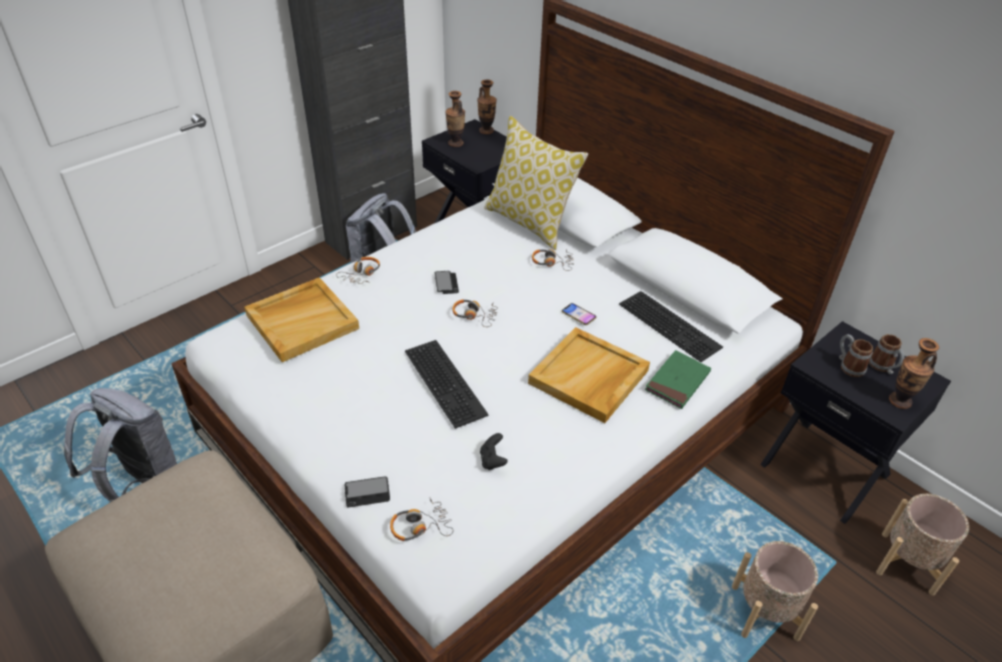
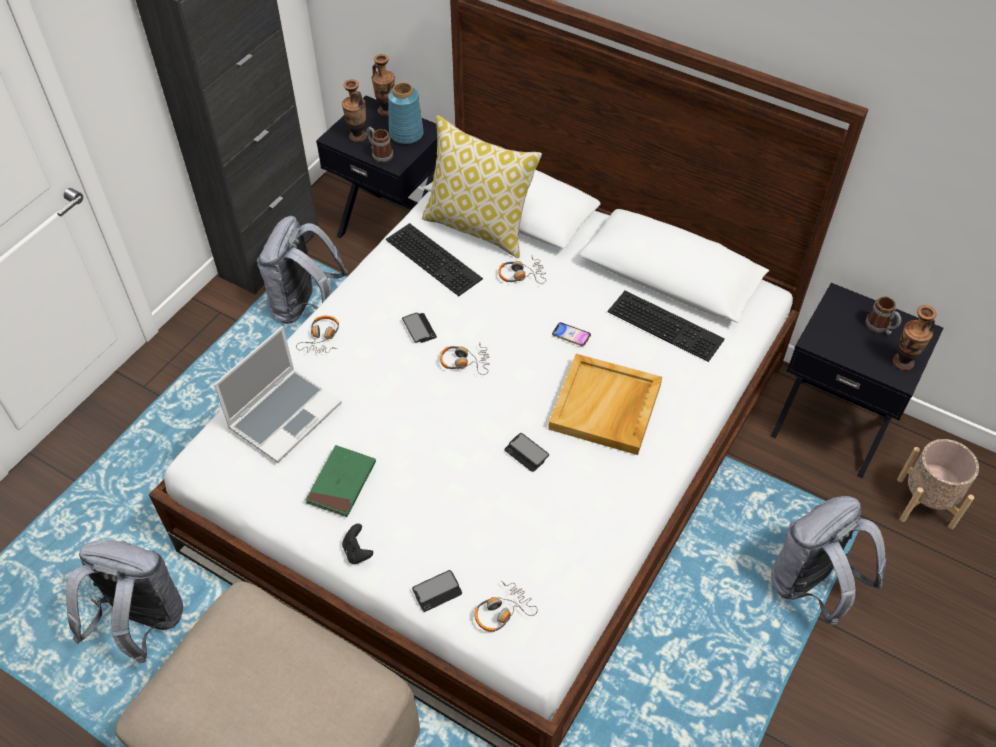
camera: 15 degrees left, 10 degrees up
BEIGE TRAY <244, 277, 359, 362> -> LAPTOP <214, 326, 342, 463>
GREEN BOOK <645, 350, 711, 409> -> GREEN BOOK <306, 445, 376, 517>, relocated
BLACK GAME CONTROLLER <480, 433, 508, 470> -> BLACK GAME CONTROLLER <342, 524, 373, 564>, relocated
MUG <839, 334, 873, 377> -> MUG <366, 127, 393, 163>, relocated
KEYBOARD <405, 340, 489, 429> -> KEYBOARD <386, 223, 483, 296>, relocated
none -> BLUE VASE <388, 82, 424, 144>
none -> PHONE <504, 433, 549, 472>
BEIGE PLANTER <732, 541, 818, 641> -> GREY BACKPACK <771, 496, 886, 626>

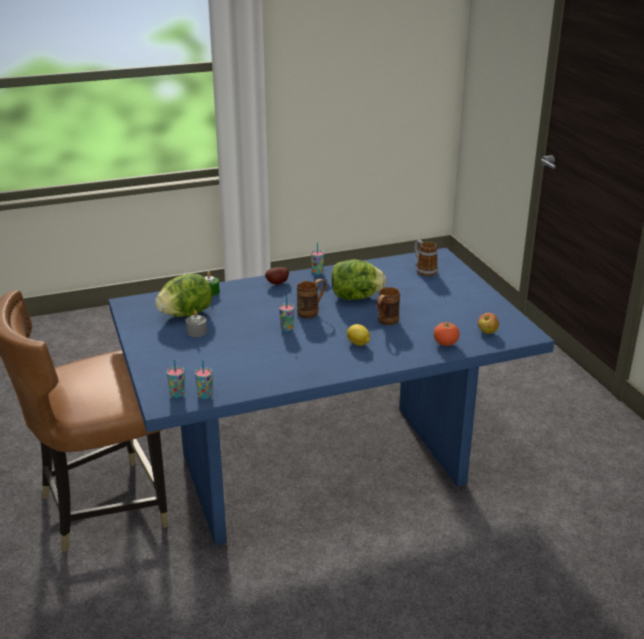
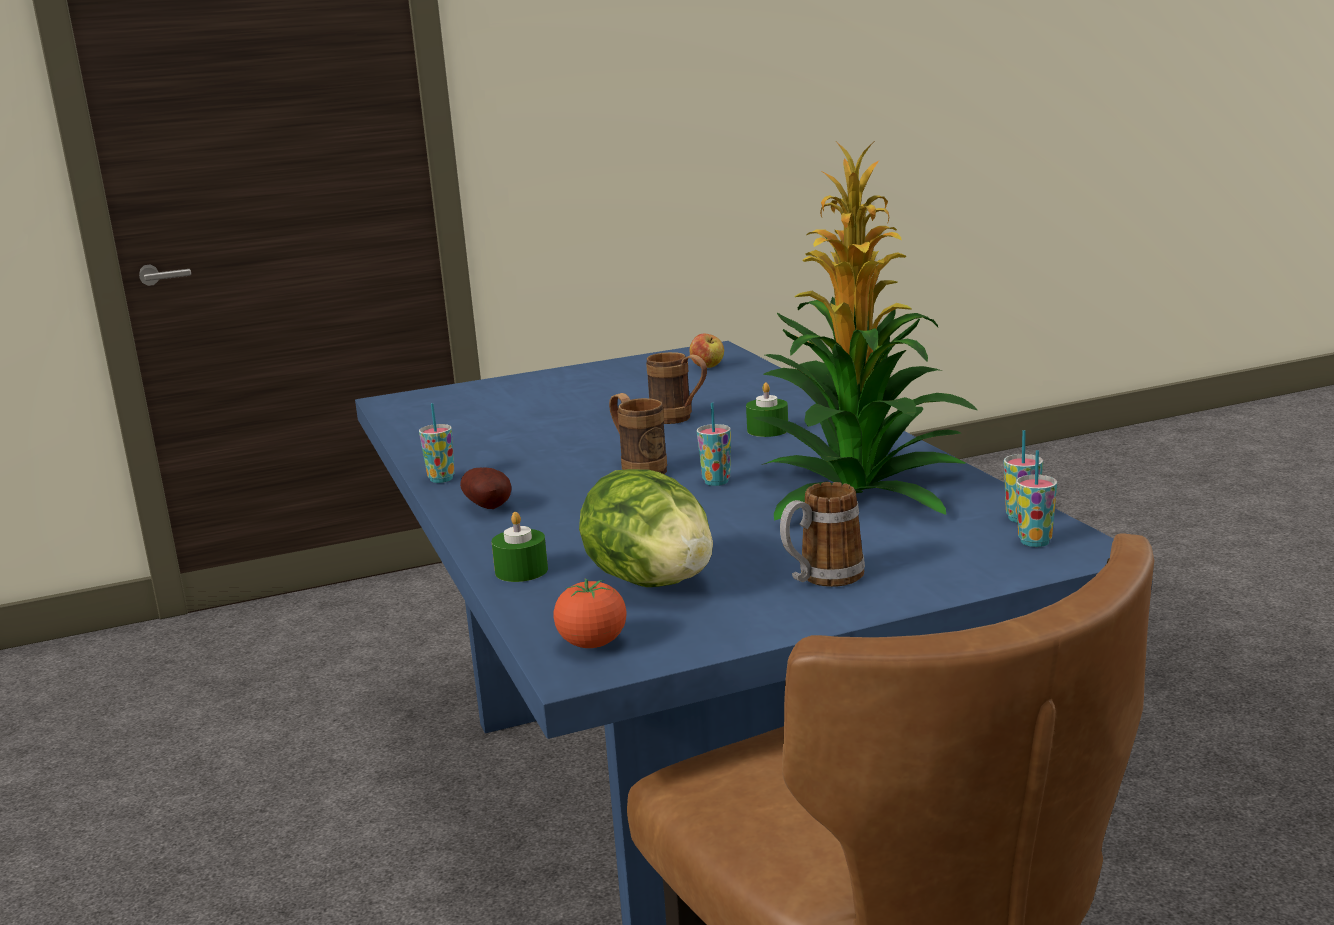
camera: 90 degrees left, 10 degrees down
TOMATO <434, 322, 460, 346> -> TOMATO <553, 578, 627, 648>, relocated
LEMON <347, 324, 370, 346> -> GREEN CANDLE <746, 382, 788, 437>
none -> POTTED PLANT <752, 143, 977, 521>
MUG <414, 240, 438, 276> -> MUG <780, 482, 865, 587>, relocated
GREY CANDLE <185, 310, 207, 337> -> none
LETTUCE <331, 259, 386, 300> -> none

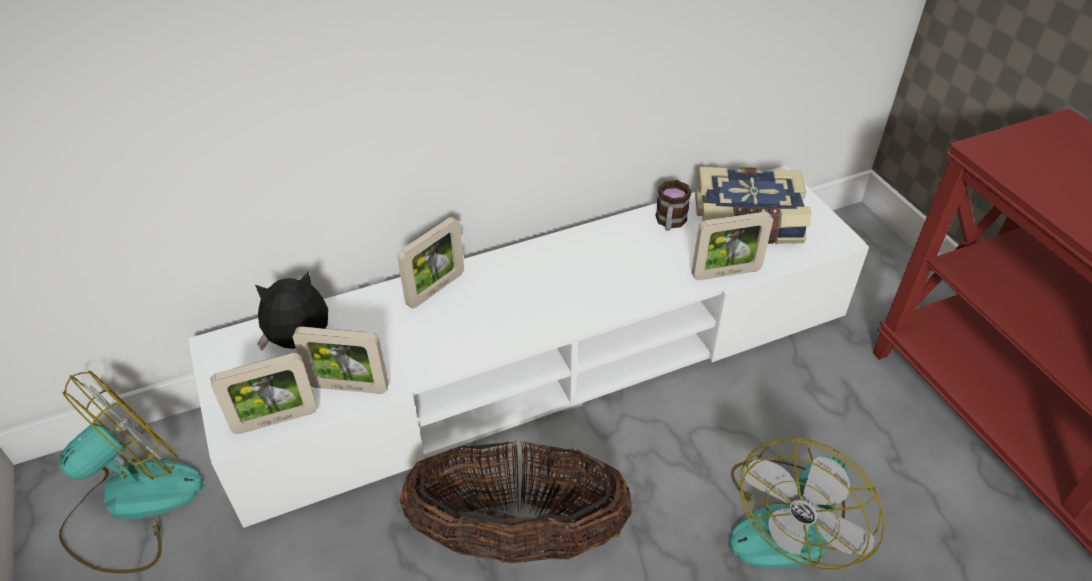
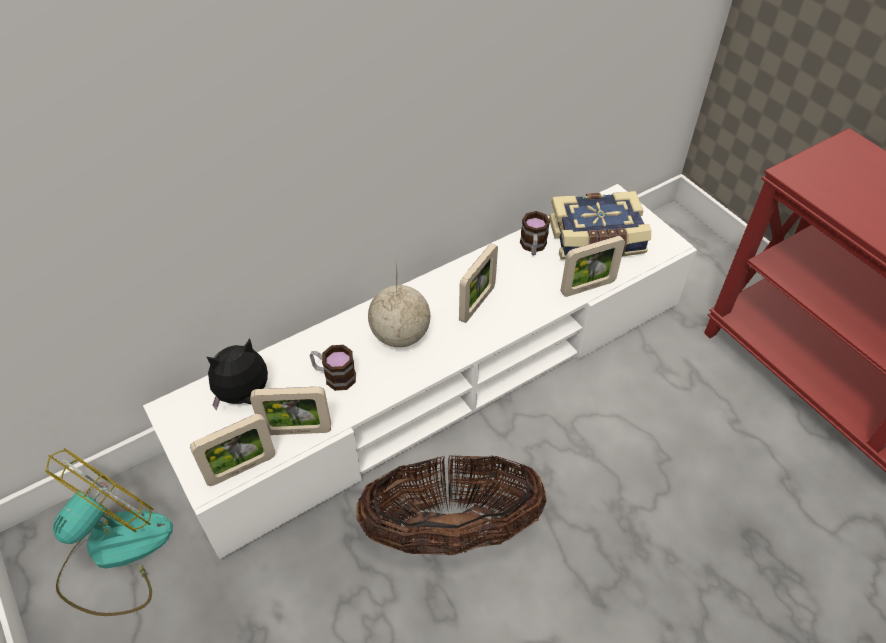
camera: 10 degrees left, 5 degrees up
none -> MUG <310, 345, 356, 391>
none -> GLOBE <368, 263, 430, 347>
PICTURE FRAME <397, 217, 464, 308> -> PICTURE FRAME <459, 244, 498, 323>, relocated
FAN <729, 438, 885, 570> -> none

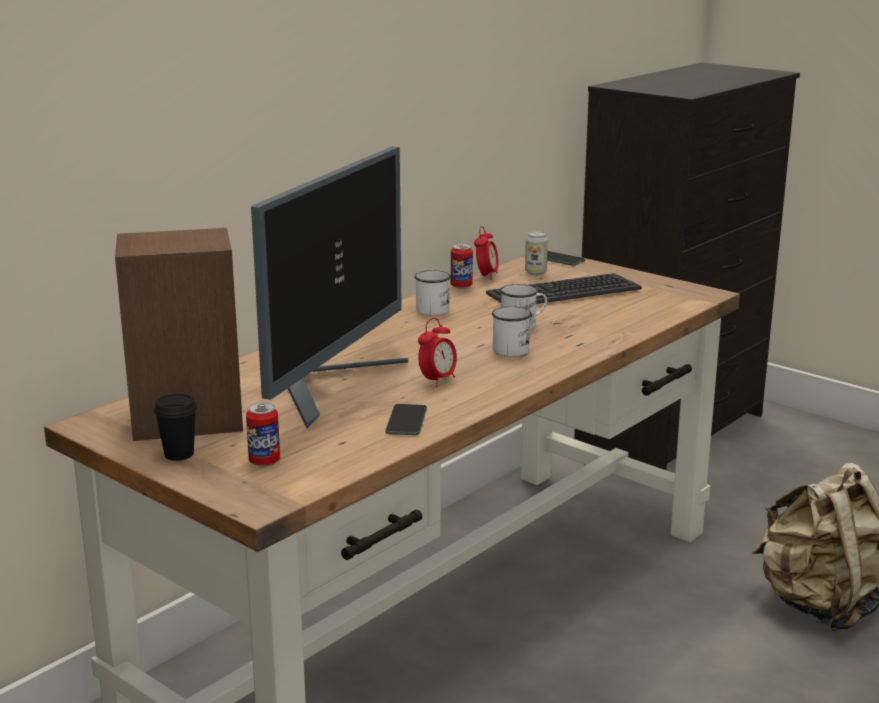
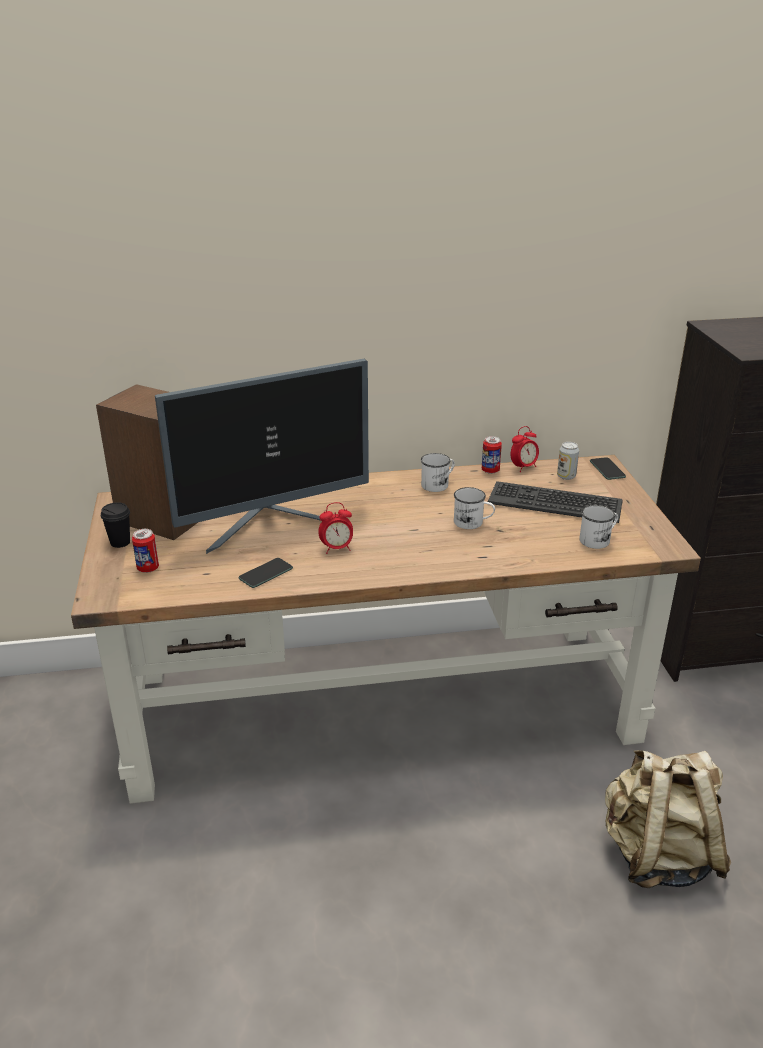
camera: 40 degrees right, 10 degrees up
WHITE MUG <492, 306, 532, 356> -> WHITE MUG <579, 505, 618, 549>, relocated

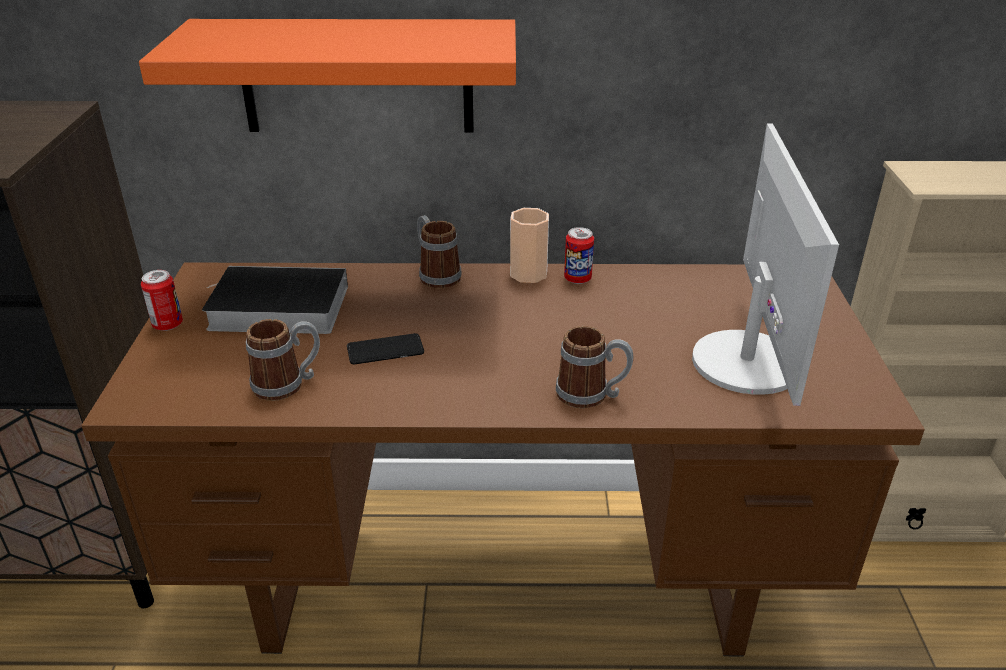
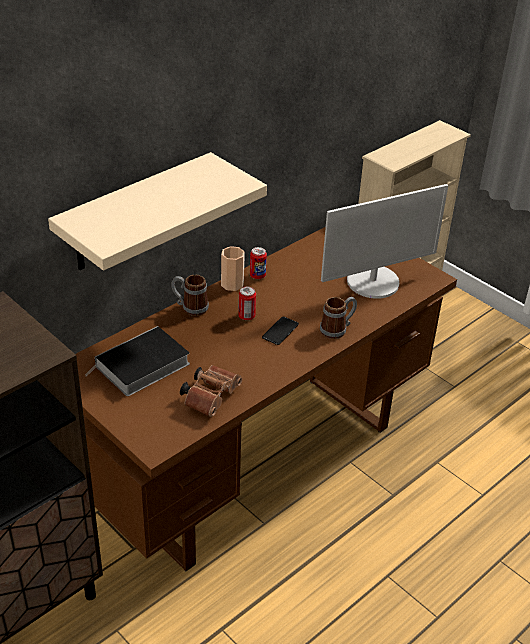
camera: 45 degrees left, 5 degrees up
ORANGE SHELF <139, 19, 516, 132> -> BEIGE SHELF <48, 152, 267, 271>
MUG <246, 319, 320, 401> -> BROWN BINOCULARS <180, 365, 242, 417>
CAN <141, 270, 183, 331> -> CAN <238, 287, 256, 320>, relocated
PHONE <347, 333, 424, 364> -> PHONE <262, 317, 299, 345>, relocated
MONITOR <692, 123, 839, 406> -> MONITOR <321, 184, 448, 299>, 105 degrees clockwise

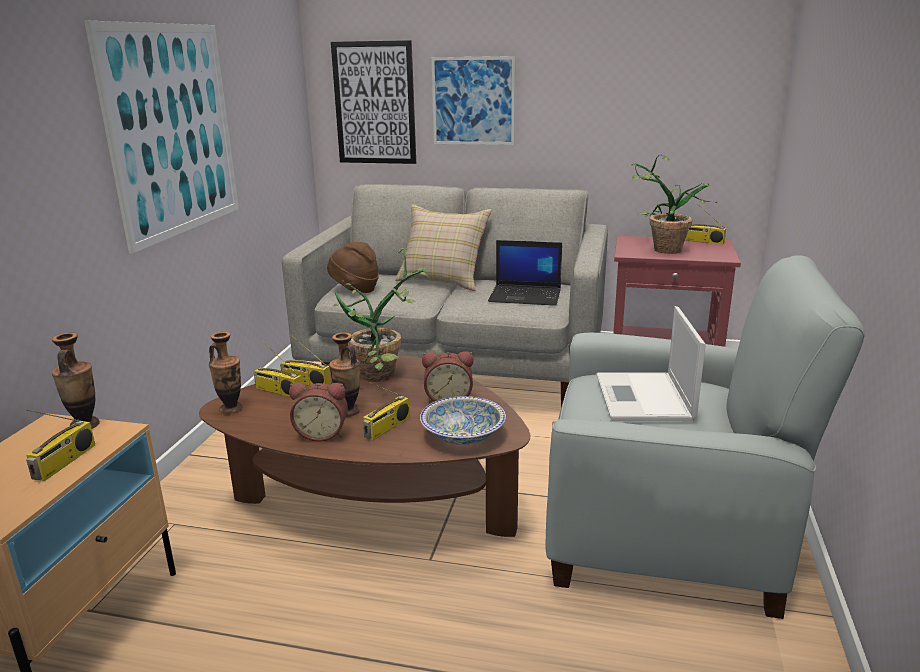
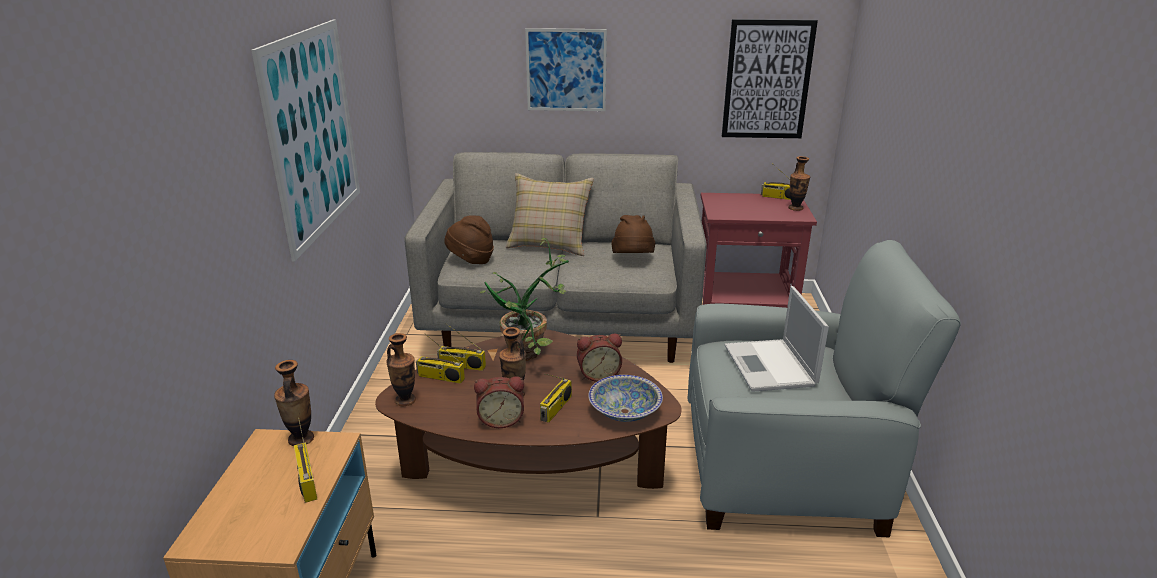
camera: 10 degrees left, 5 degrees up
RADIO <26, 409, 95, 481> -> RADIO <294, 418, 317, 503>, 150 degrees clockwise
LAPTOP <488, 240, 562, 306> -> BROWN HAT <611, 215, 655, 253>
PICTURE <331, 40, 416, 164> -> PICTURE <722, 19, 818, 138>, relocated
none -> VASE <788, 156, 810, 211>
POTTED PLANT <632, 155, 717, 254> -> none

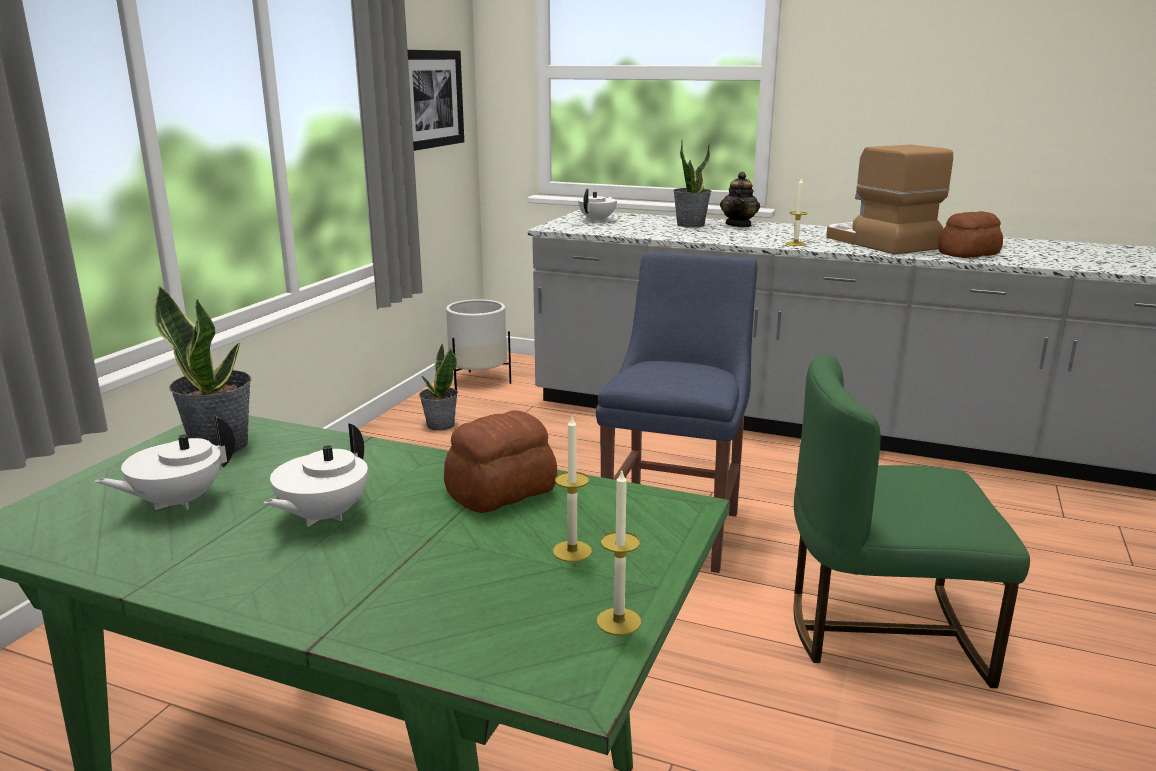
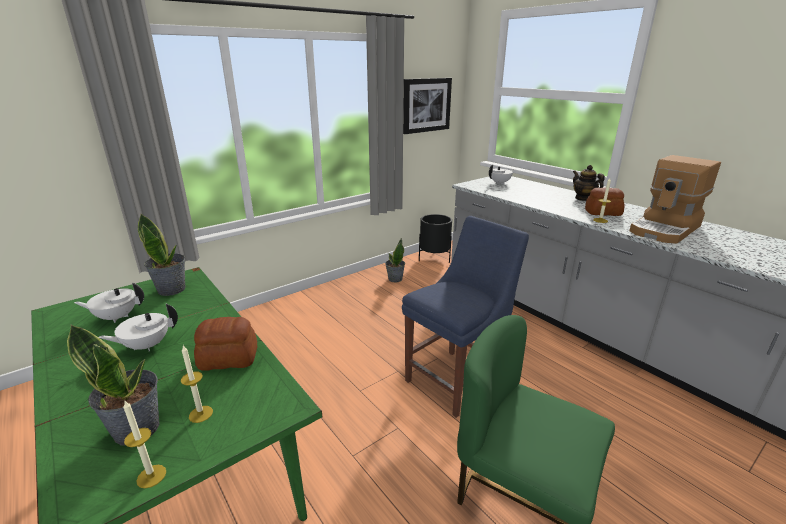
camera: 30 degrees right, 5 degrees up
POTTED PLANT <673, 140, 712, 228> -> POTTED PLANT <67, 325, 160, 445>, relocated
WHITE PLANTER <446, 299, 511, 390> -> BLACK PLANTER <419, 214, 452, 263>
TEAPOT <720, 172, 760, 227> -> TEAPOT <573, 165, 605, 201>, 105 degrees clockwise
BREAD <938, 211, 1003, 258> -> BREAD <585, 187, 625, 216>, relocated
COFFEE MACHINE <826, 145, 953, 255> -> COFFEE MACHINE <629, 155, 721, 244>, 135 degrees counterclockwise

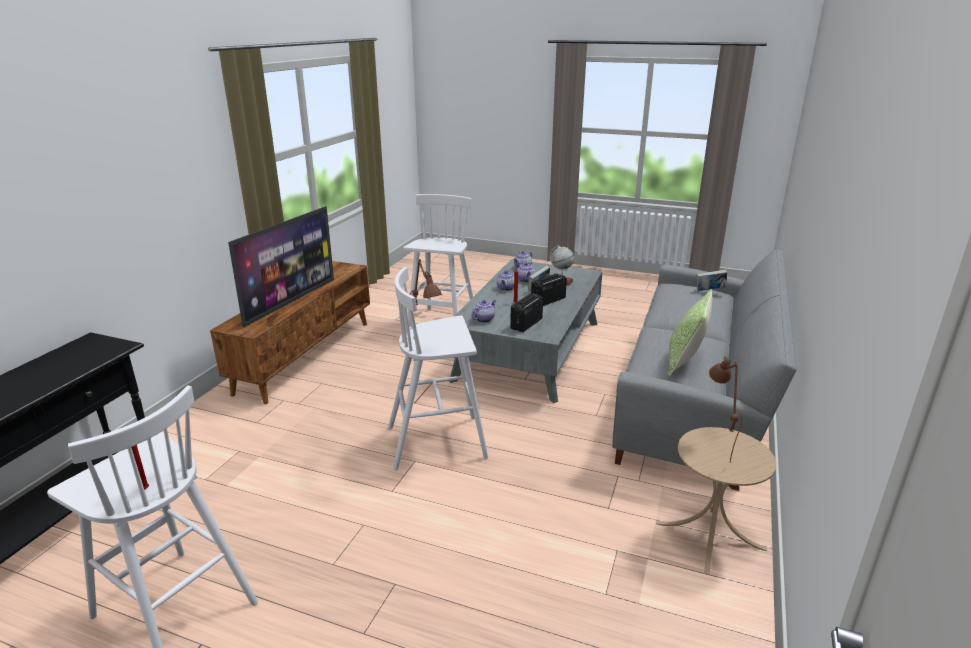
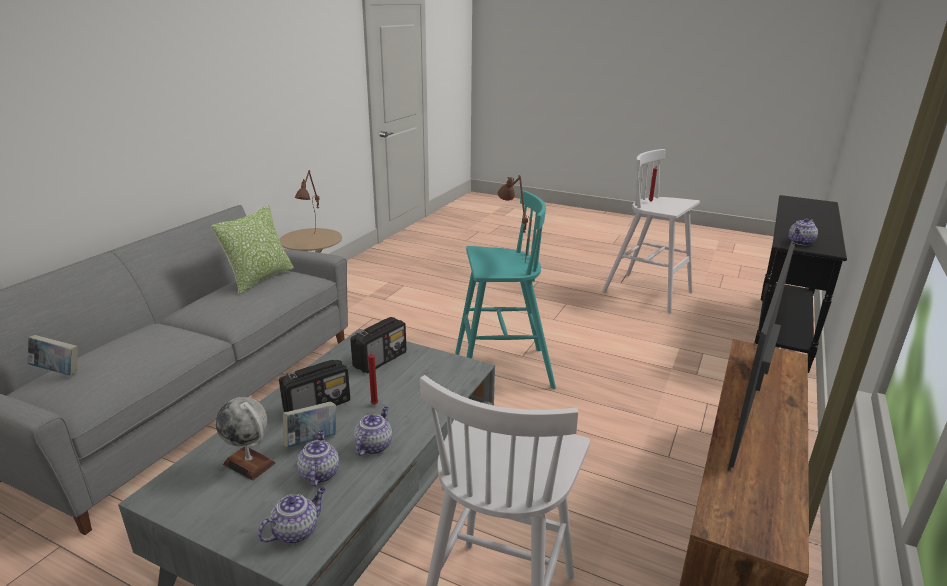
camera: 175 degrees left, 0 degrees up
WHITE STOOL <388, 267, 488, 471> -> TURQUOISE STOOL <455, 190, 556, 389>
TEAPOT <471, 300, 496, 323> -> TEAPOT <789, 218, 818, 245>, relocated

